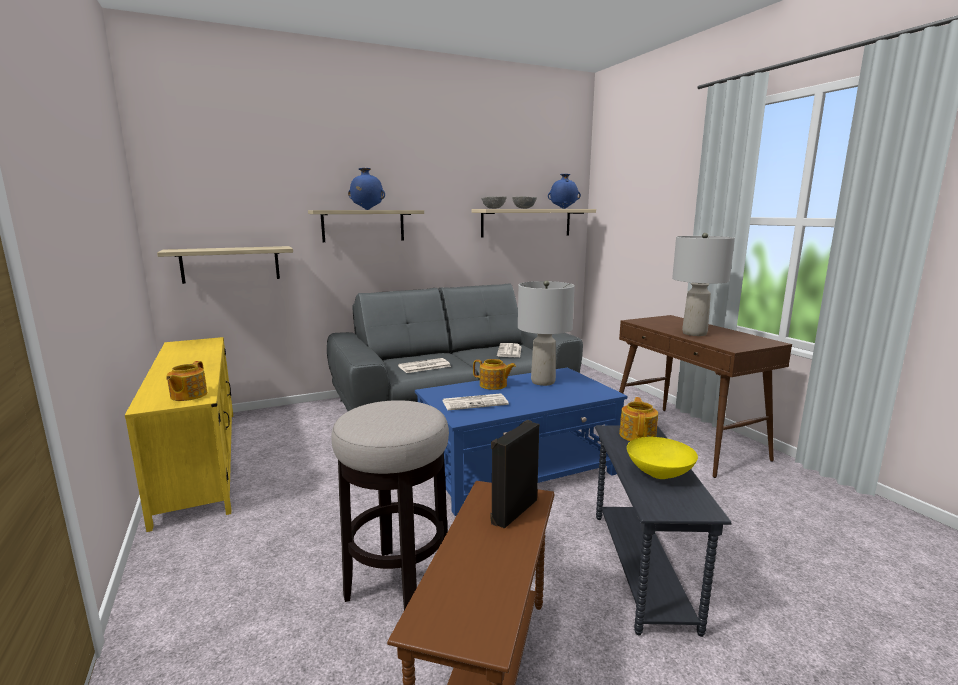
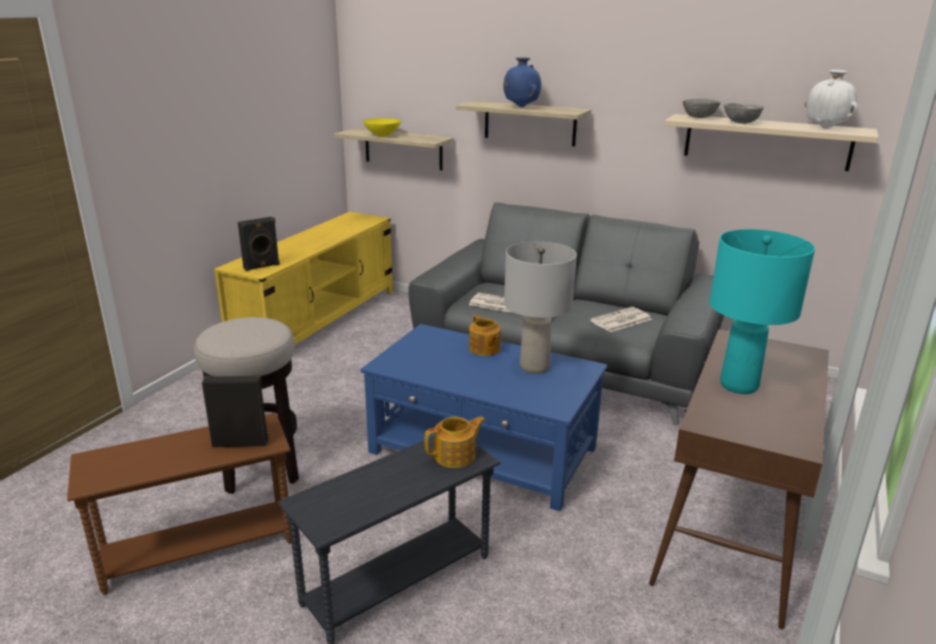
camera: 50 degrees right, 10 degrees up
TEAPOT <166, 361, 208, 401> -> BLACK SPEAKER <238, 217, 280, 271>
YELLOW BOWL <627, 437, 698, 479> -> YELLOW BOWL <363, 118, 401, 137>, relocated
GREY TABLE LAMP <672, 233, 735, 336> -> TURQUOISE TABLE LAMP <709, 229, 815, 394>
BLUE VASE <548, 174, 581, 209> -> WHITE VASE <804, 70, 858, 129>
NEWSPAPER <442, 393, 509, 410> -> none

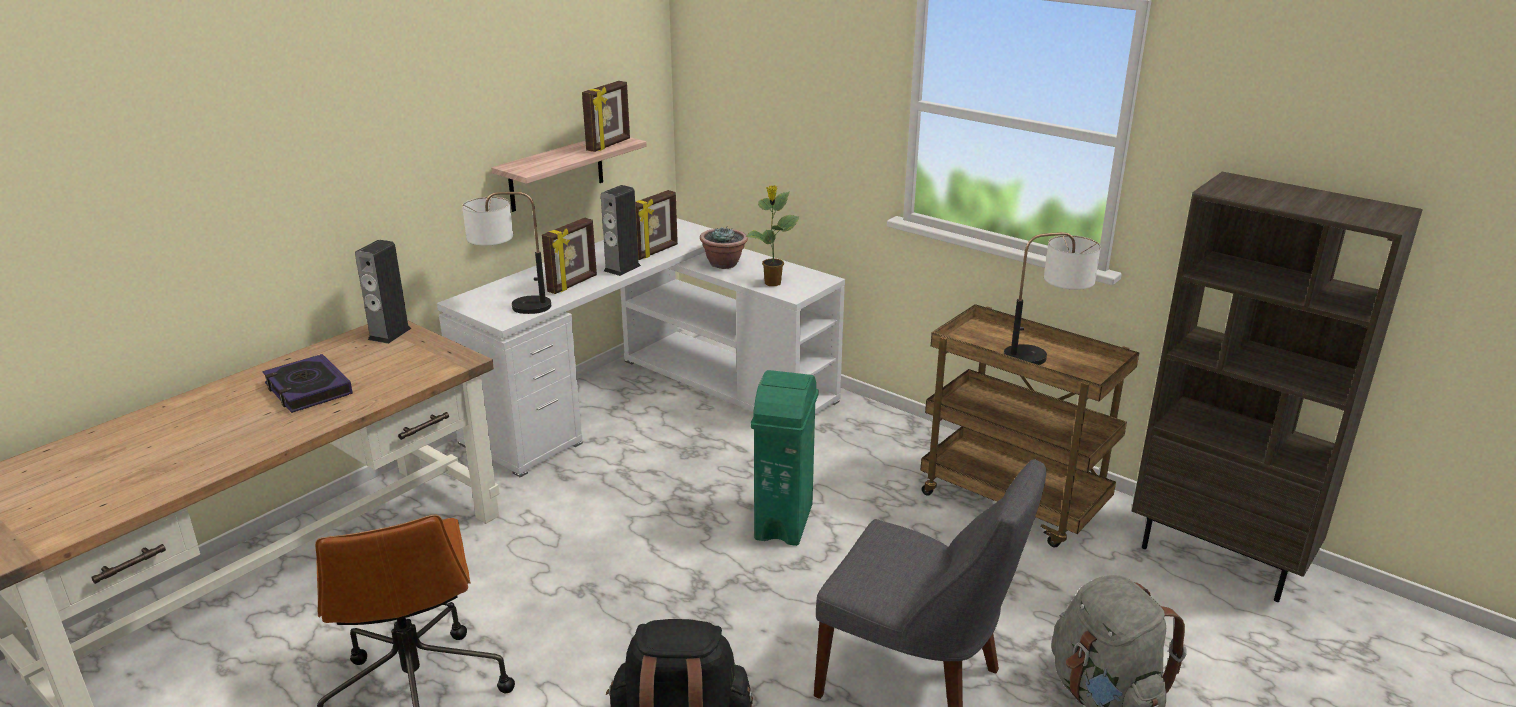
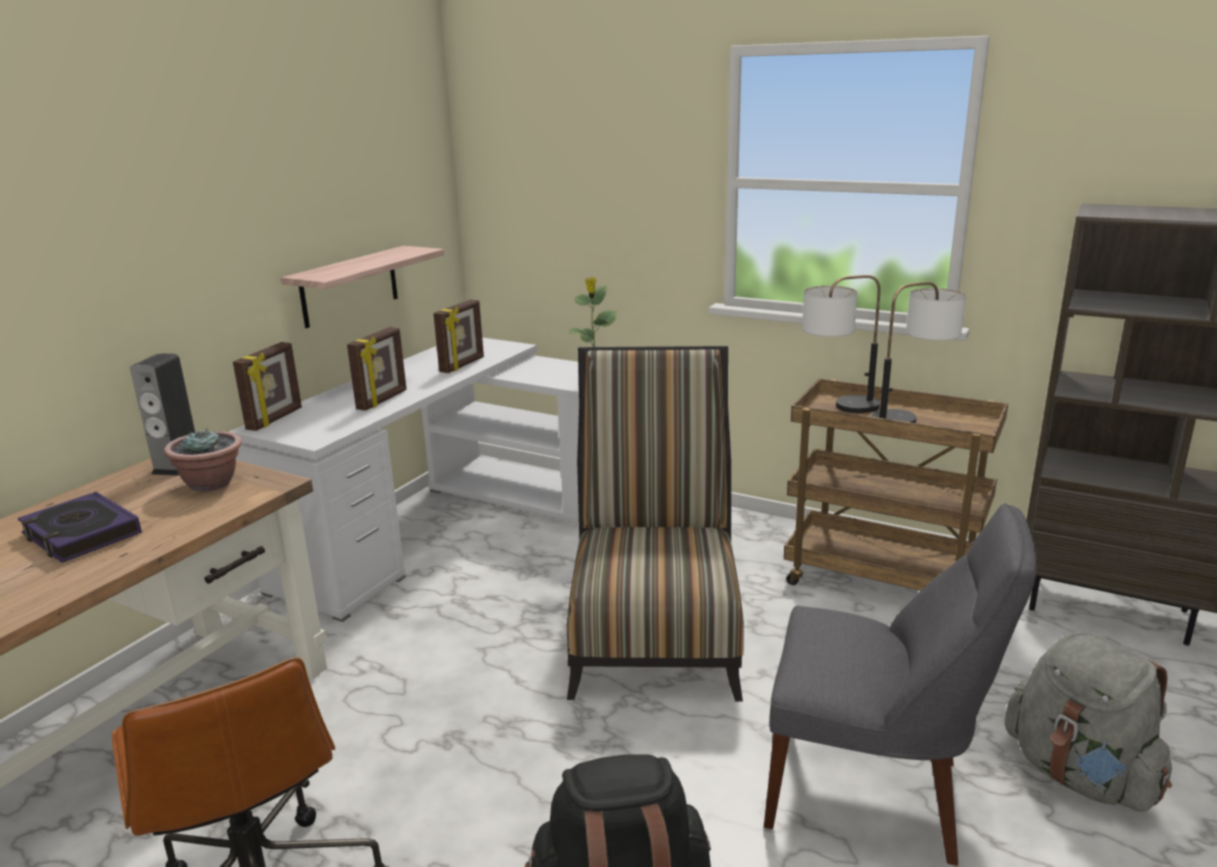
camera: 10 degrees left, 5 degrees down
POTTED PLANT <700, 226, 748, 269> -> POTTED PLANT <164, 428, 242, 492>, relocated
PICTURE FRAME <582, 81, 630, 152> -> PICTURE FRAME <233, 342, 302, 431>, relocated
GREEN TRASH CAN <751, 370, 818, 546> -> CHAIR <567, 346, 744, 702>
TABLE LAMP <462, 192, 551, 314> -> TABLE LAMP <802, 275, 881, 413>, relocated
SPEAKER <601, 185, 641, 276> -> none

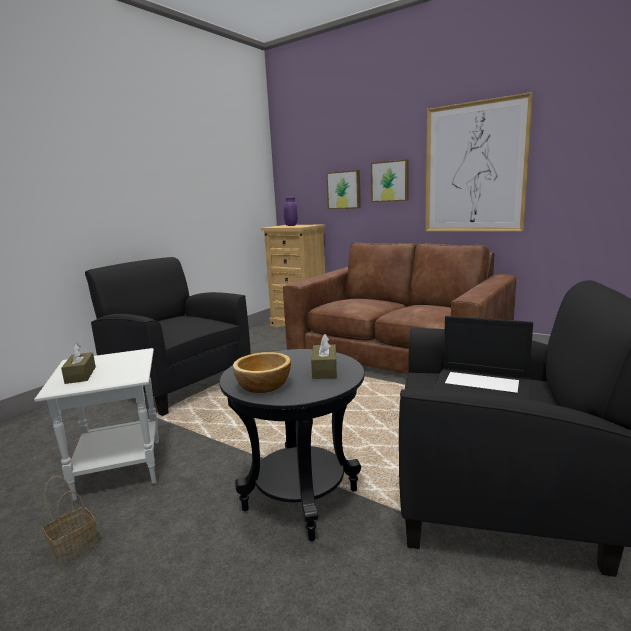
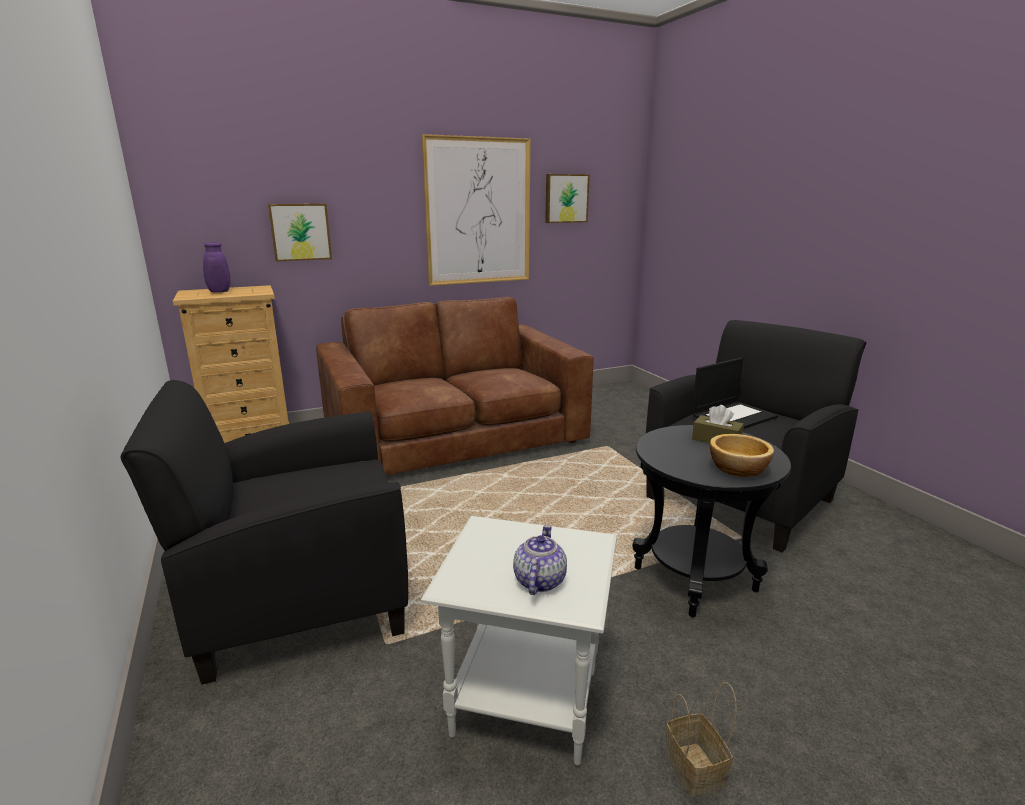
camera: 60 degrees left, 5 degrees up
BROWN TISSUE BOX <61, 344, 96, 384> -> TEAPOT <513, 525, 567, 595>
PICTURE <371, 159, 409, 202> -> PICTURE <545, 174, 590, 223>, relocated

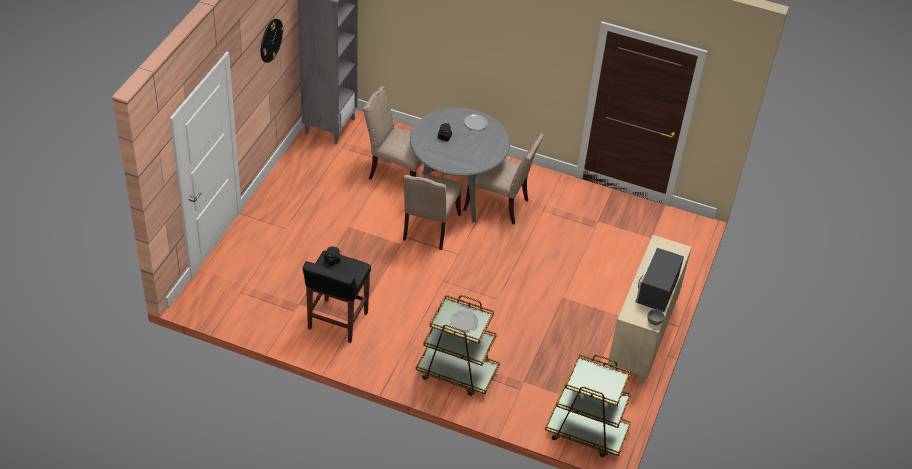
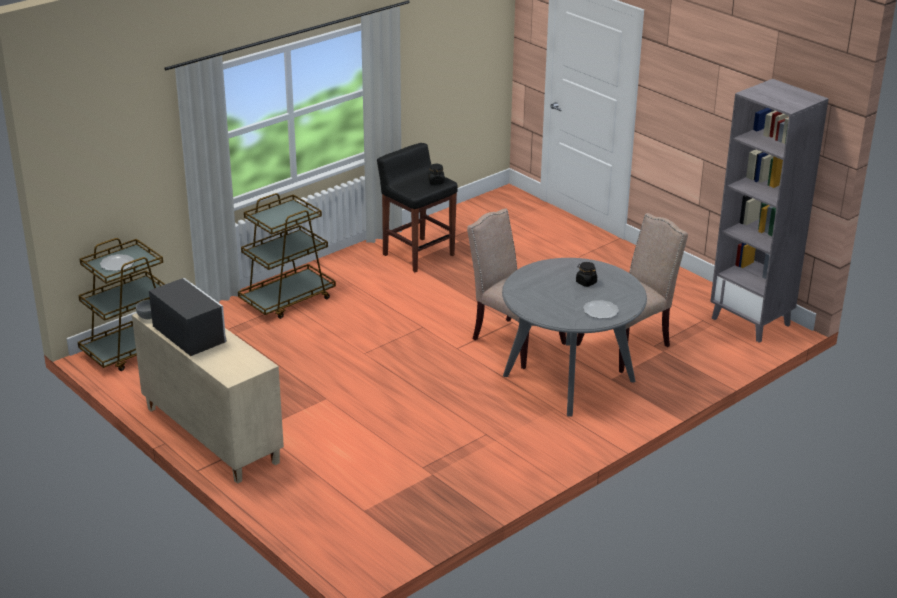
camera: 120 degrees right, 15 degrees down
PLATE <451, 310, 478, 331> -> PLATE <100, 254, 134, 271>, relocated
WALL CLOCK <261, 19, 284, 63> -> none
BEIGE CHAIR <463, 133, 544, 225> -> none

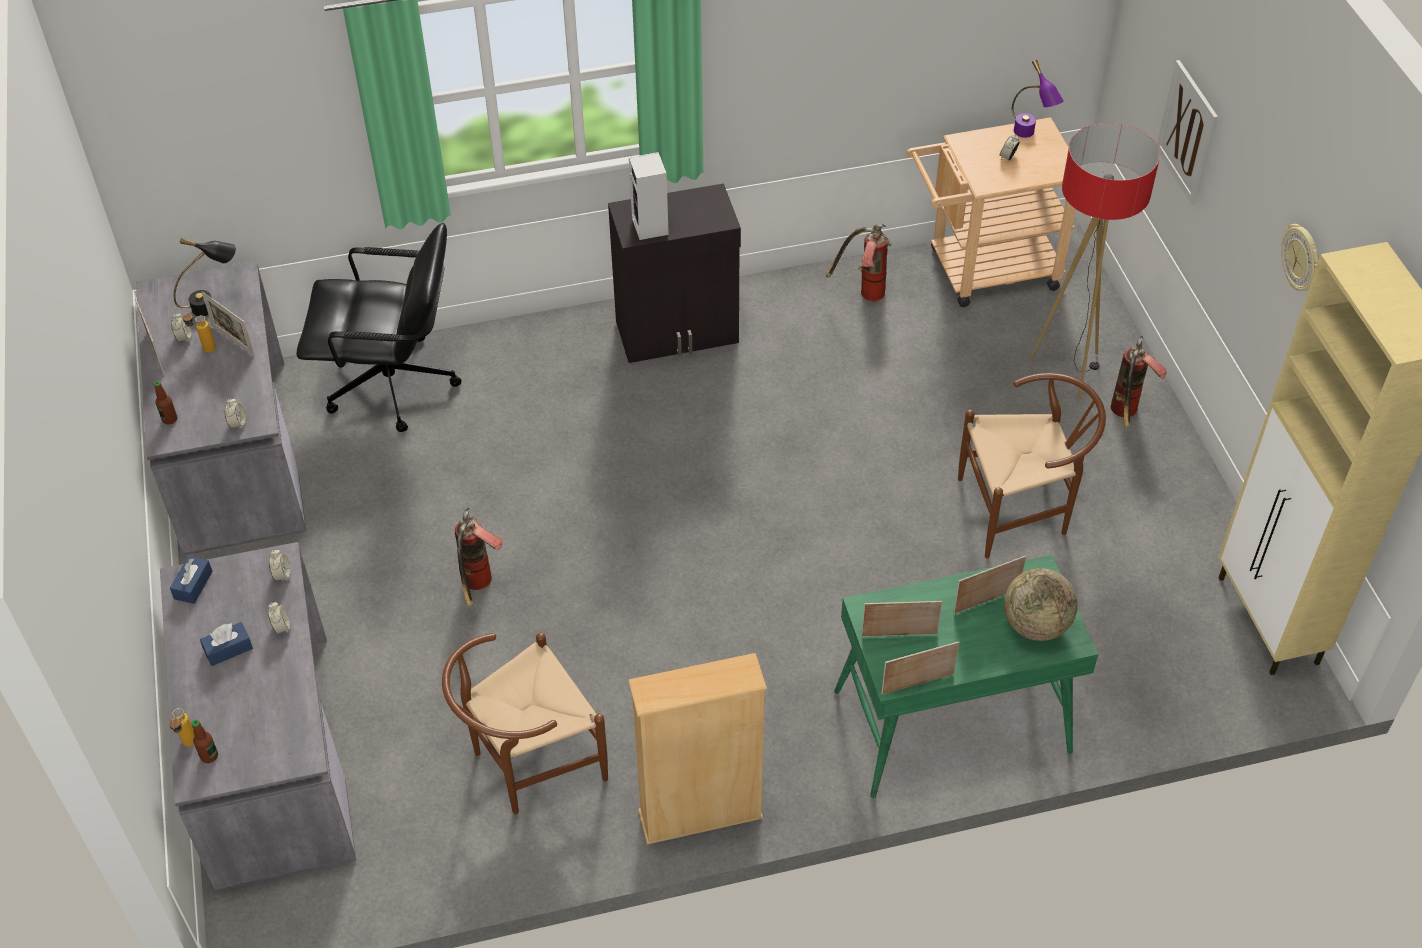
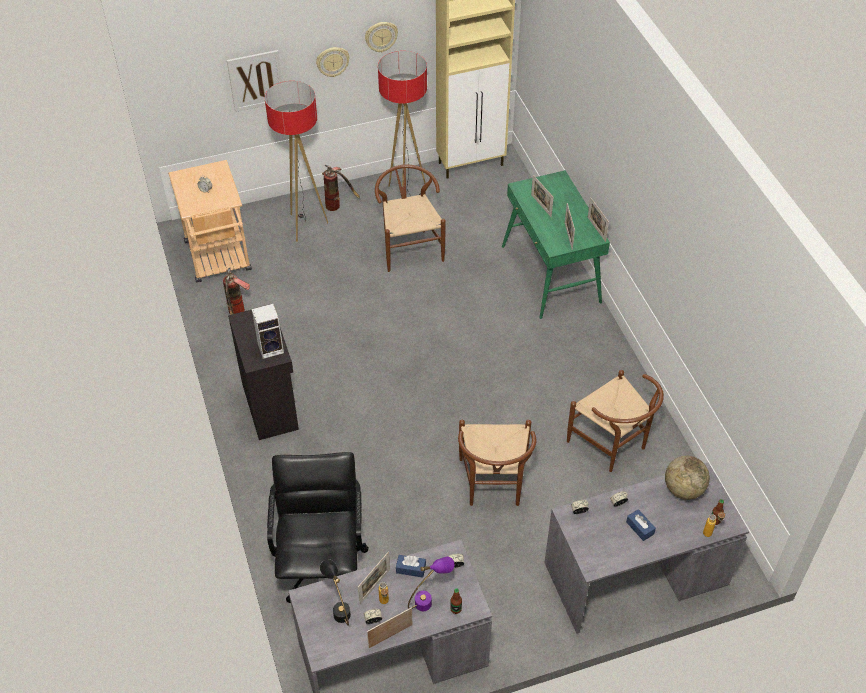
camera: 95 degrees left, 0 degrees up
none -> WALL CLOCK <316, 47, 350, 77>
none -> FLOOR LAMP <378, 51, 427, 196>
BLUE TISSUE BOX <170, 556, 213, 604> -> BLUE TISSUE BOX <396, 555, 426, 578>, relocated
PURPLE TABLE LAMP <1012, 60, 1064, 138> -> PURPLE TABLE LAMP <408, 557, 454, 611>, relocated
FIRE EXTINGUISHER <455, 508, 503, 608> -> BROWN CHAIR <458, 420, 536, 506>
GLOBE <1004, 568, 1078, 641> -> GLOBE <665, 456, 710, 500>, relocated
BEIGE BOOKCASE <628, 653, 767, 845> -> none

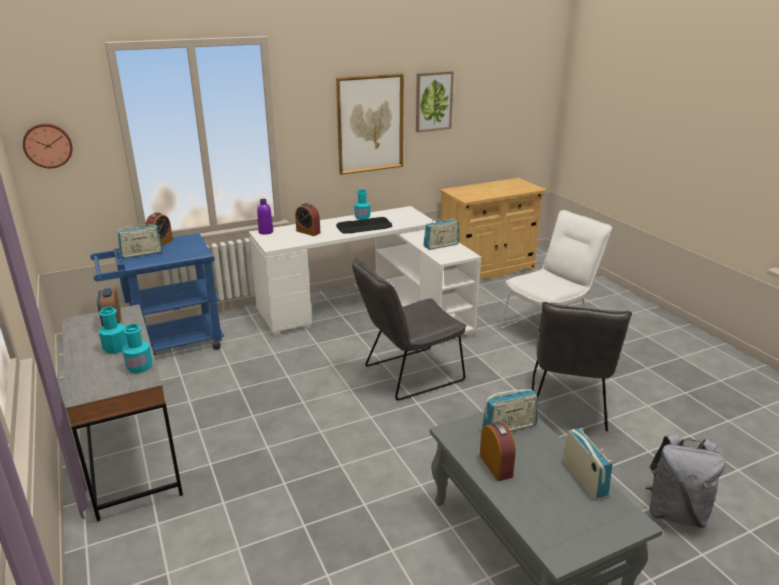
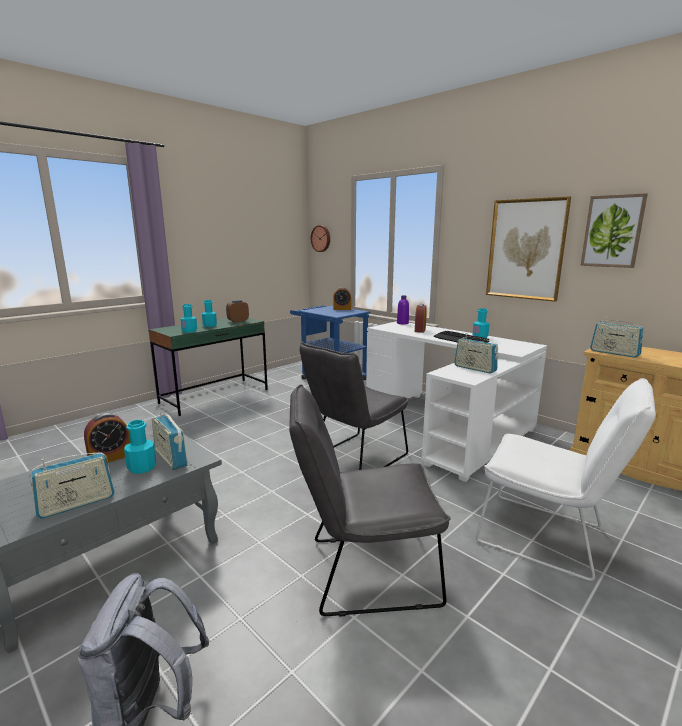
camera: 70 degrees right, 10 degrees down
none -> TURQUOISE BOTTLE <124, 420, 156, 474>
GREY DESK <62, 304, 183, 521> -> GREEN DESK <149, 318, 268, 416>
GREY CHAIR <352, 257, 466, 401> -> GREY CHAIR <300, 342, 408, 470>, 90 degrees counterclockwise
RADIO <117, 224, 163, 259> -> RADIO <590, 316, 645, 358>, relocated

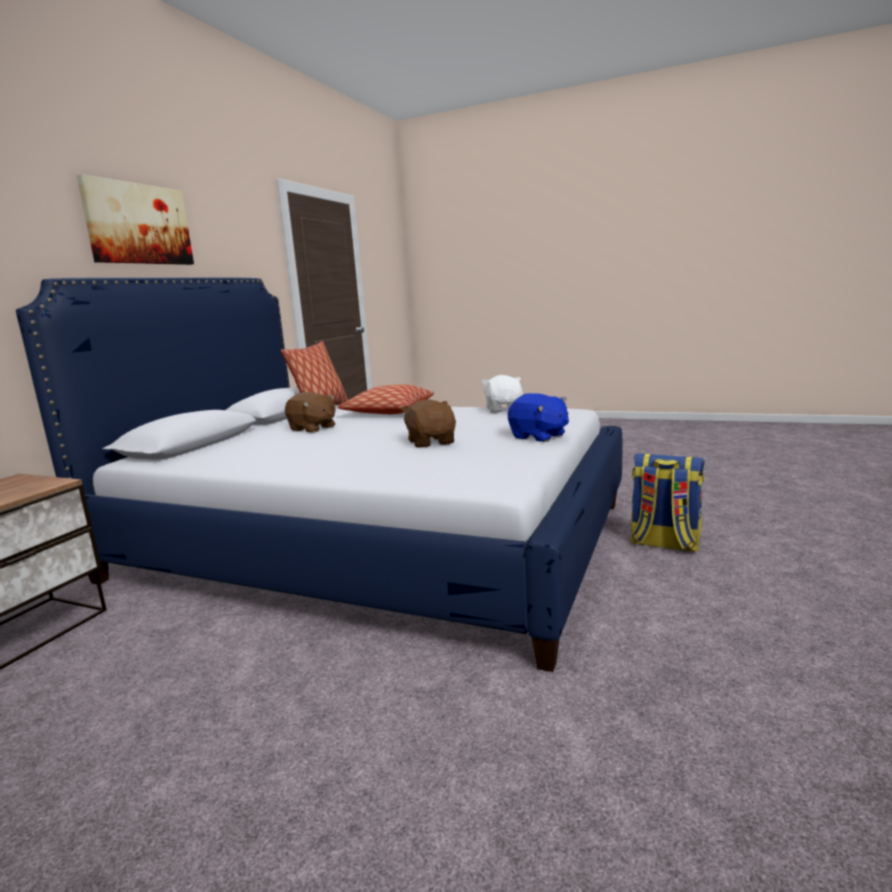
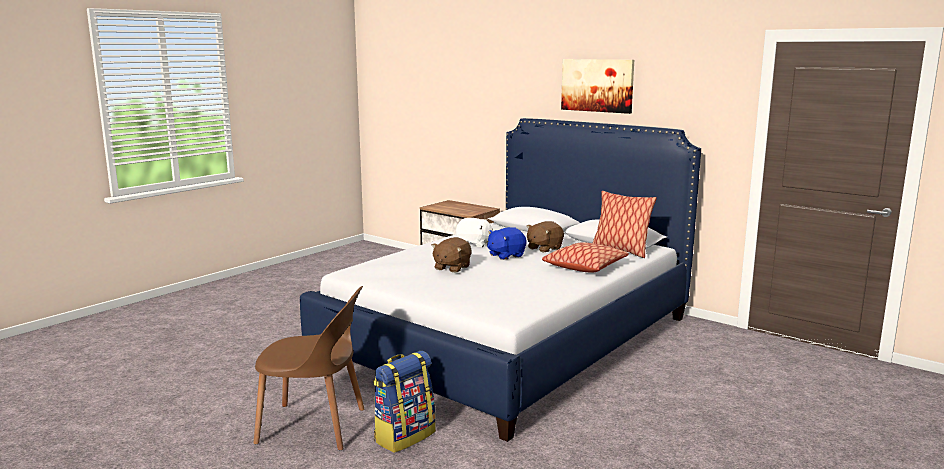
camera: 105 degrees right, 0 degrees up
none -> BROWN CHAIR <253, 286, 365, 450>
BROWN PLUSH TOY <400, 399, 456, 448> -> BROWN PLUSH TOY <431, 237, 472, 273>, 120 degrees clockwise
WHITE PLUSH TOY <481, 375, 523, 413> -> WHITE PLUSH TOY <456, 218, 493, 247>, relocated
BLUE PLUSH TOY <508, 393, 569, 442> -> BLUE PLUSH TOY <487, 227, 526, 260>, relocated

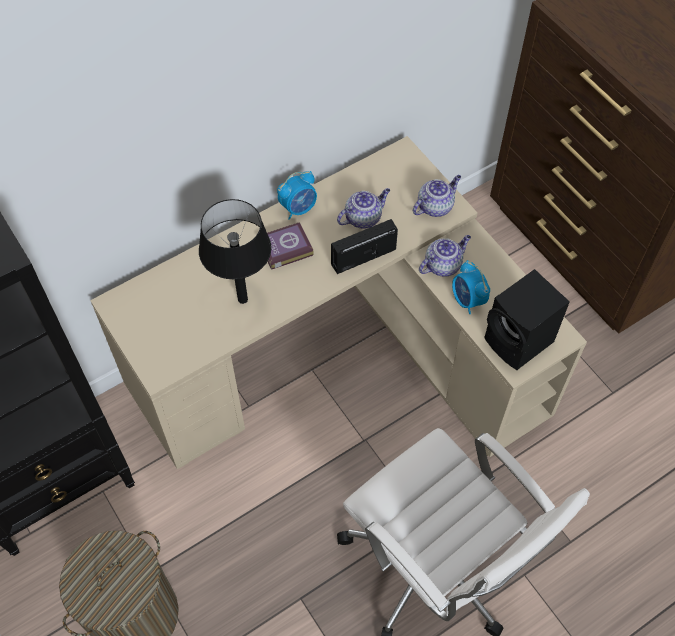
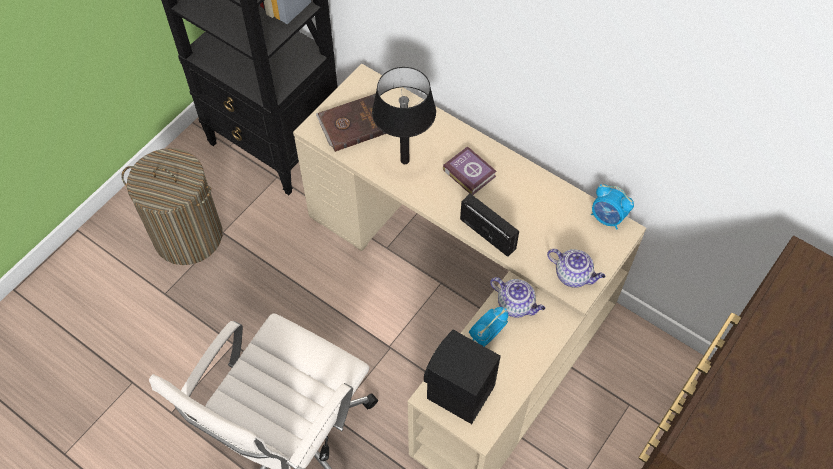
camera: 70 degrees right, 0 degrees up
none -> BROWN BOOK <316, 94, 387, 152>
ALARM CLOCK <277, 171, 317, 220> -> ALARM CLOCK <591, 184, 634, 230>, relocated
TEAPOT <337, 188, 390, 229> -> none

